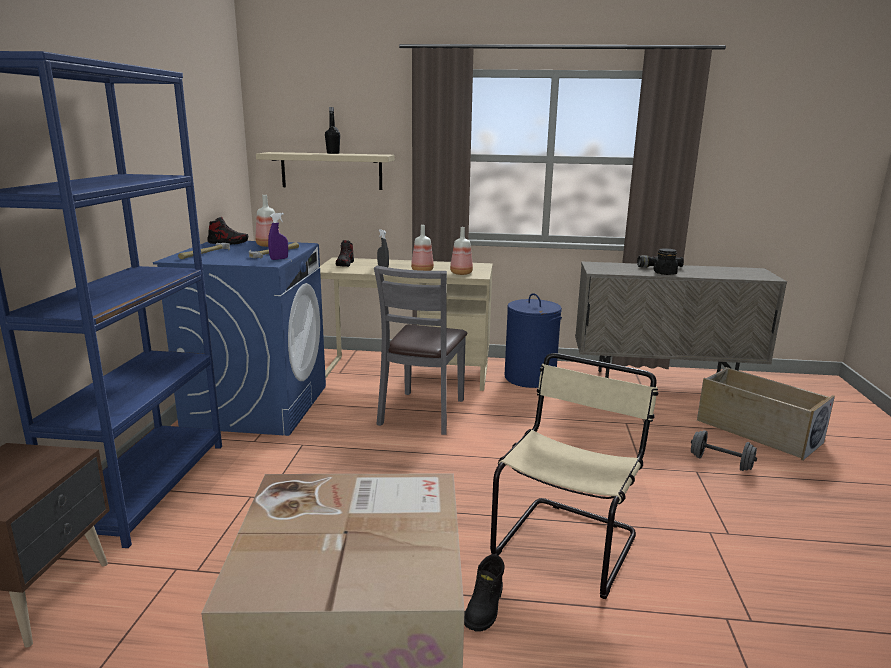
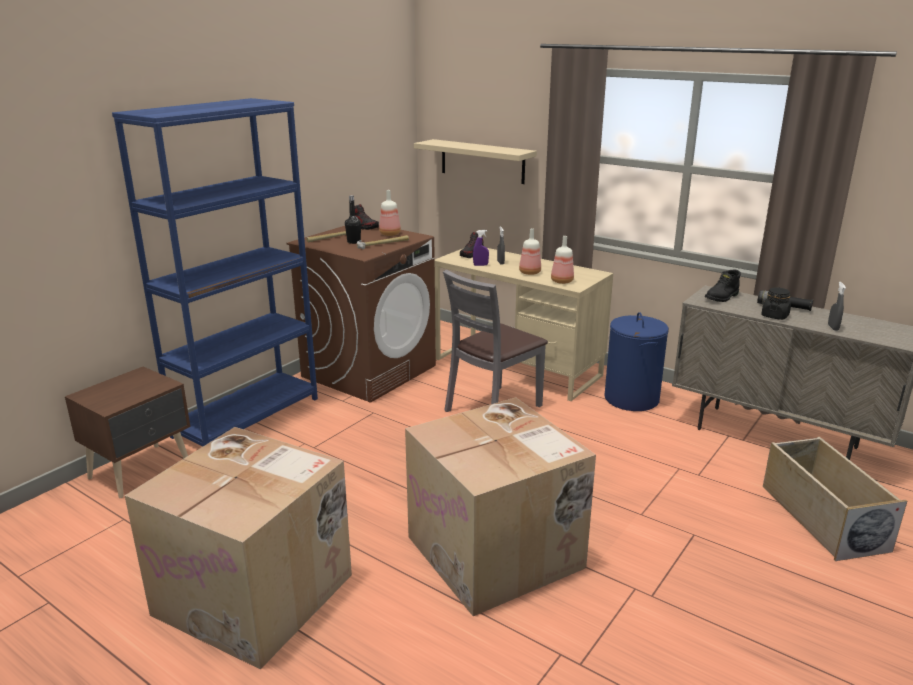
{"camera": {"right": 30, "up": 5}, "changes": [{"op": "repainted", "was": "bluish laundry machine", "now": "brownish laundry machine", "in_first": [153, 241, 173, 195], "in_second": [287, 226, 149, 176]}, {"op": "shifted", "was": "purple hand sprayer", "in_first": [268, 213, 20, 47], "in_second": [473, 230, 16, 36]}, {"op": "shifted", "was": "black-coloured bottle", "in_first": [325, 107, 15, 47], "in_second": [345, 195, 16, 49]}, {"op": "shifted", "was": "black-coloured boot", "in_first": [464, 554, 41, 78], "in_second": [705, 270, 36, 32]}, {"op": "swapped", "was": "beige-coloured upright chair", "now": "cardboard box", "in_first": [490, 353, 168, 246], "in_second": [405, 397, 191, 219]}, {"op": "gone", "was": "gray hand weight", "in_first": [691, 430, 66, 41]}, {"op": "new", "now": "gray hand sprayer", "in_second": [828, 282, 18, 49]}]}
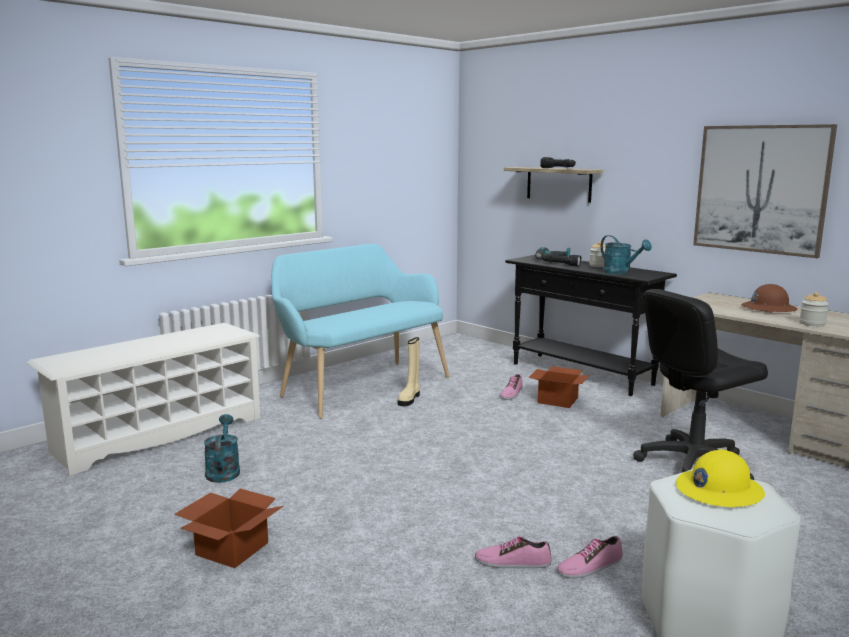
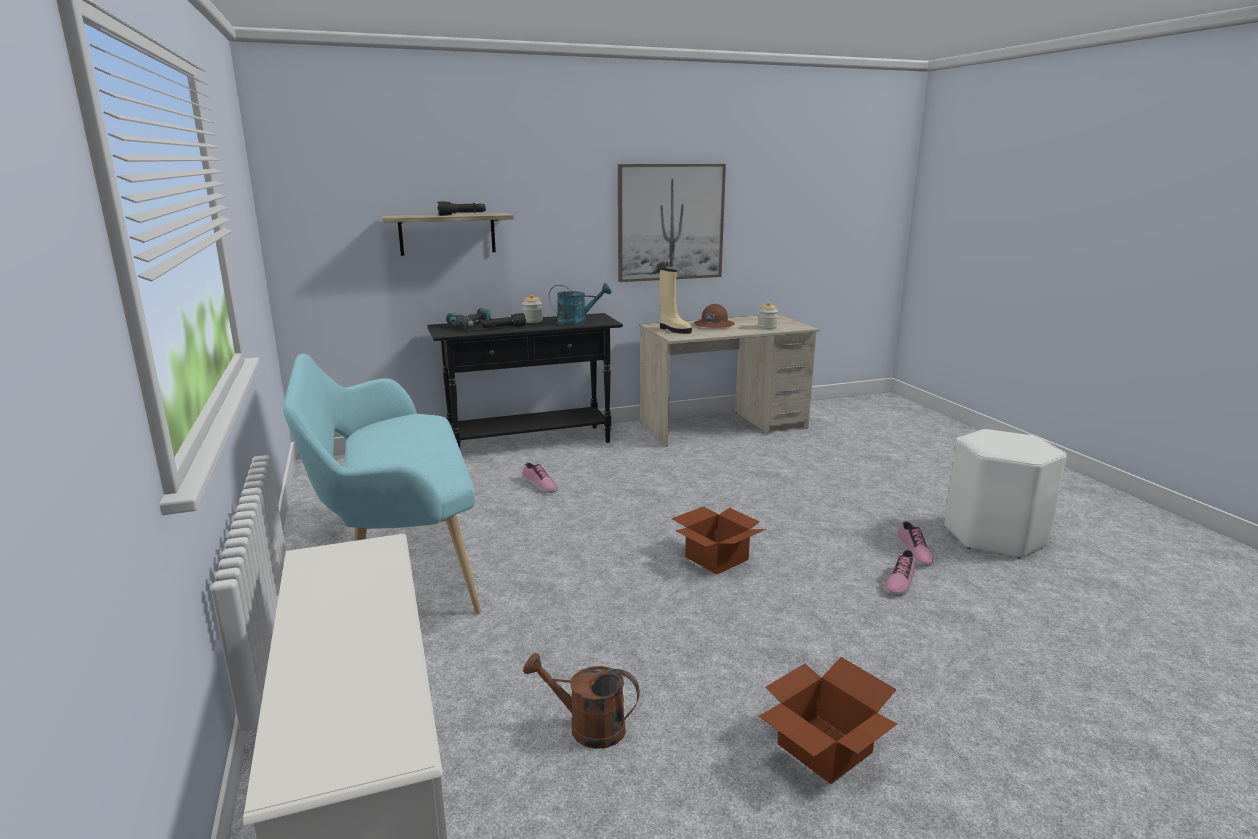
{"camera": {"right": -65, "up": 5}, "changes": [{"op": "repainted", "was": "turquoise-coloured sprinkling can", "now": "brownish sprinkling can", "in_first": [204, 414, 36, 69], "in_second": [523, 653, 117, 96]}, {"op": "shifted", "was": "beige-coloured boot", "in_first": [398, 337, 22, 69], "in_second": [659, 268, 33, 66]}, {"op": "shifted", "was": "cardboard box", "in_first": [528, 366, 61, 42], "in_second": [672, 506, 94, 68]}, {"op": "gone", "was": "black-coloured computer chair", "in_first": [633, 289, 135, 191]}, {"op": "gone", "was": "yellow-coloured hard hat", "in_first": [676, 450, 89, 57]}]}
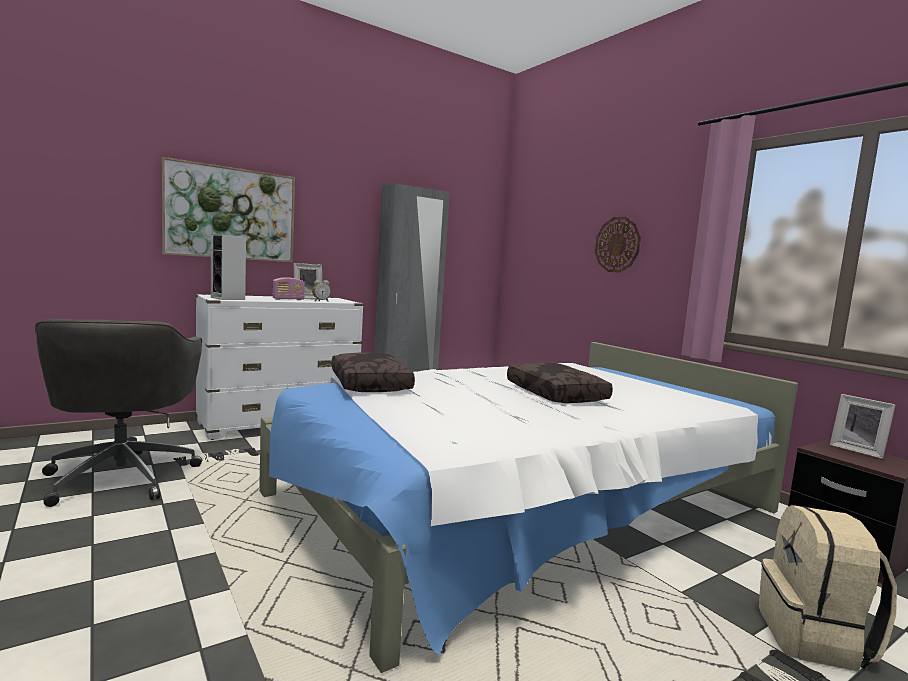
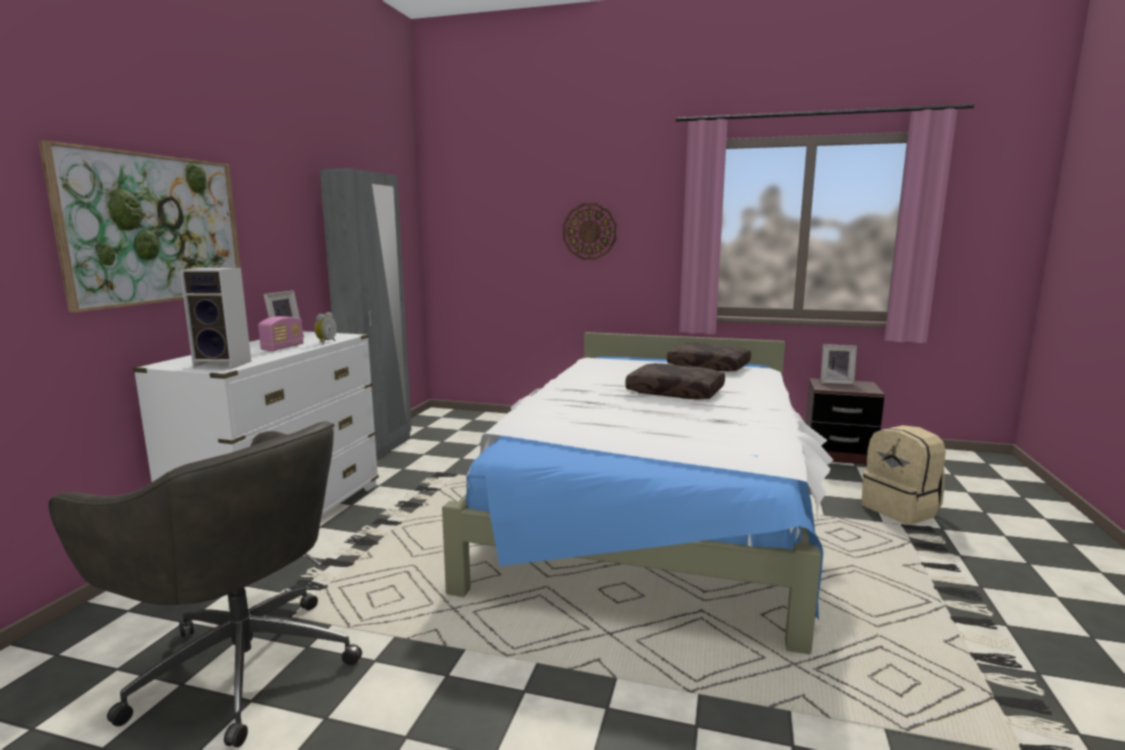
{"camera": {"right": -40, "up": 5}, "changes": [{"op": "shifted", "was": "brownish cushion", "in_first": [332, 353, 83, 39], "in_second": [667, 343, 84, 28]}]}
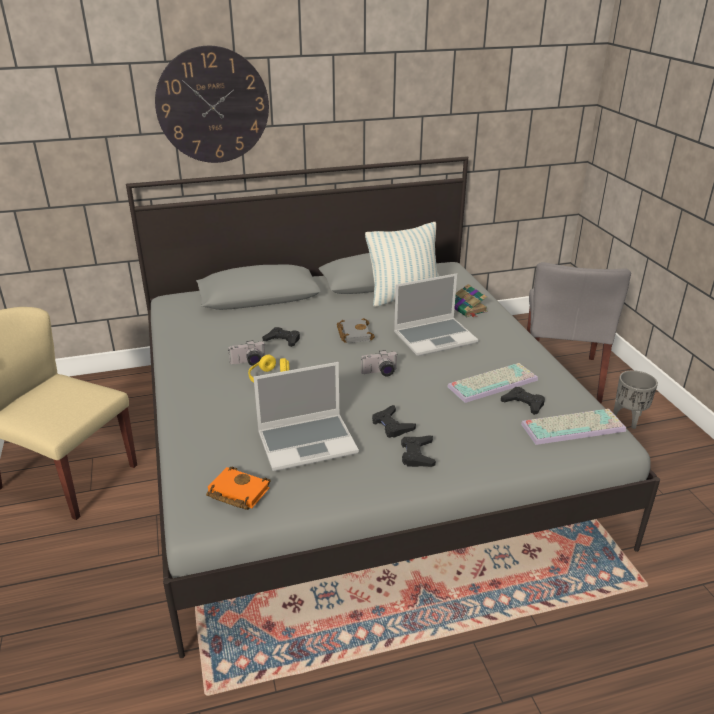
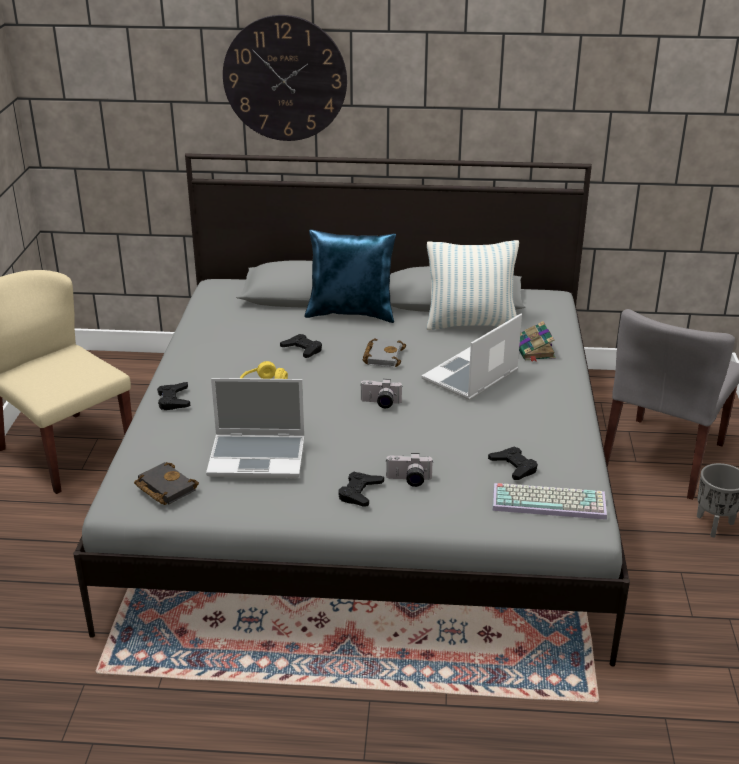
{"camera": {"right": 20, "up": 0}, "changes": [{"op": "repainted", "was": "orange-coloured book", "now": "black-coloured book", "in_first": [206, 467, 65, 43], "in_second": [134, 462, 65, 43]}, {"op": "shifted", "was": "still camera", "in_first": [228, 340, 37, 26], "in_second": [386, 453, 47, 34]}, {"op": "shifted", "was": "black-coloured game controller", "in_first": [372, 405, 44, 33], "in_second": [157, 382, 33, 28]}, {"op": "rotated", "was": "portable computer", "in_first": [394, 273, 84, 83], "in_second": [422, 314, 100, 86], "clockwise": 135}, {"op": "gone", "was": "keyboard", "in_first": [447, 363, 91, 40]}, {"op": "new", "now": "bluish cushion", "in_second": [305, 229, 91, 94]}]}
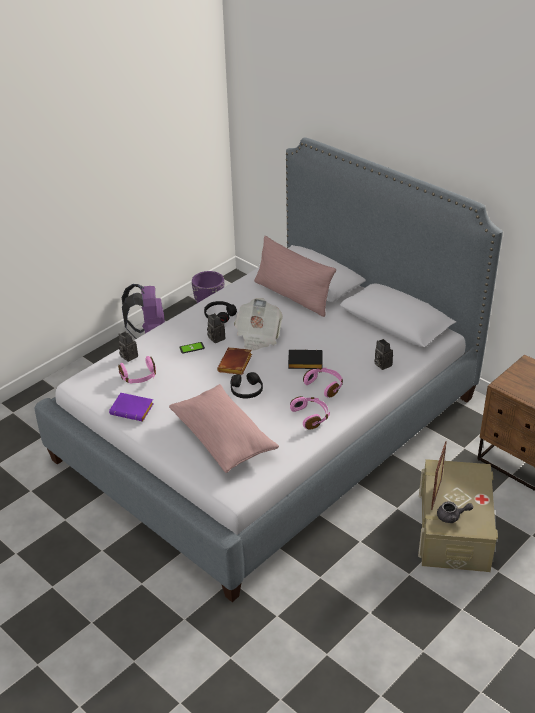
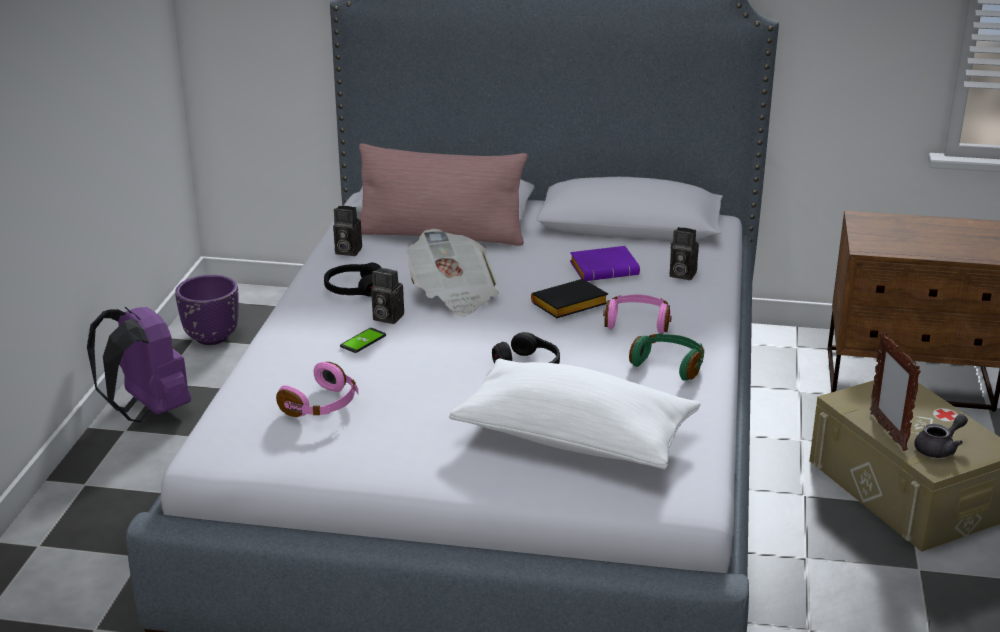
{"camera": {"right": -35, "up": -10}, "changes": [{"op": "shifted", "was": "purple book", "in_first": [109, 393, 45, 29], "in_second": [570, 246, 70, 35]}, {"op": "shifted", "was": "still camera", "in_first": [119, 331, 19, 31], "in_second": [333, 206, 29, 50]}, {"op": "repainted", "was": "pink cushion", "now": "whitish cushion", "in_first": [169, 384, 110, 89], "in_second": [449, 359, 251, 110]}, {"op": "gone", "was": "brownish book", "in_first": [217, 347, 35, 28]}, {"op": "repainted", "was": "pink headphones", "now": "green-coloured headphones", "in_first": [290, 396, 40, 34], "in_second": [629, 333, 75, 47]}]}
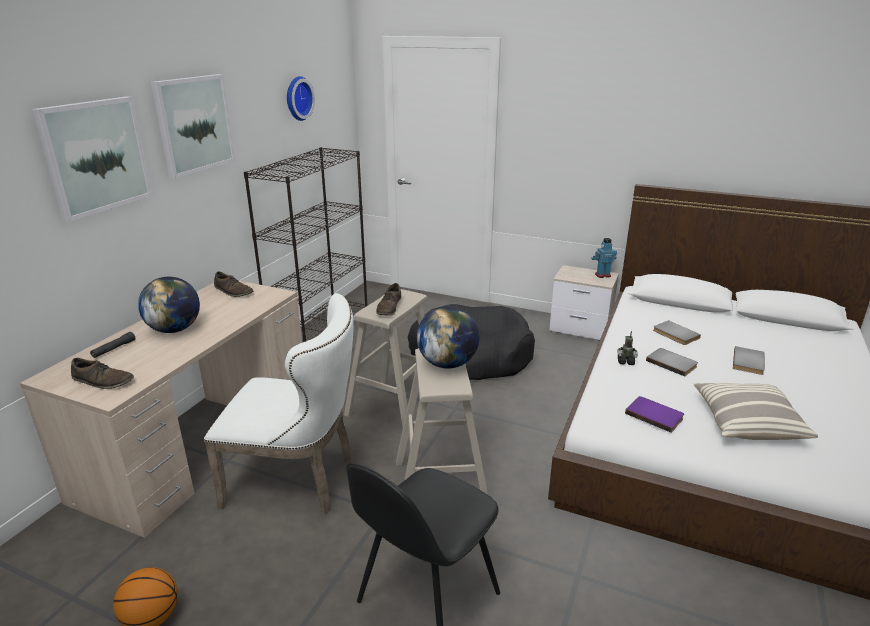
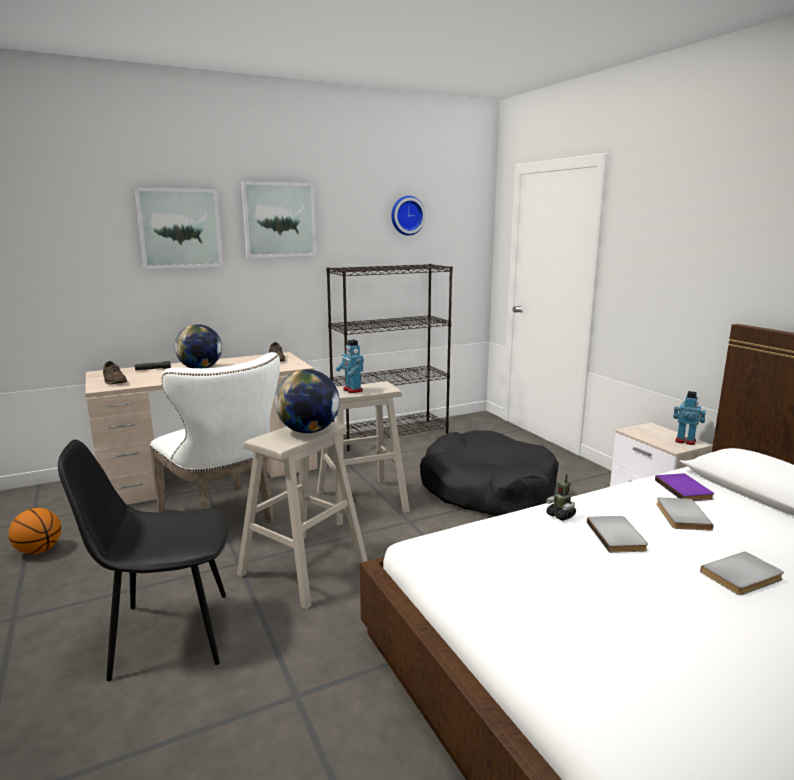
{"camera": {"right": 40, "up": -10}, "changes": [{"op": "swapped", "was": "brownish item of footwear", "now": "model robot", "in_first": [376, 283, 25, 33], "in_second": [336, 340, 28, 53]}, {"op": "shifted", "was": "purple book", "in_first": [625, 396, 59, 37], "in_second": [655, 473, 59, 28]}, {"op": "gone", "was": "cushion", "in_first": [694, 383, 124, 57]}]}
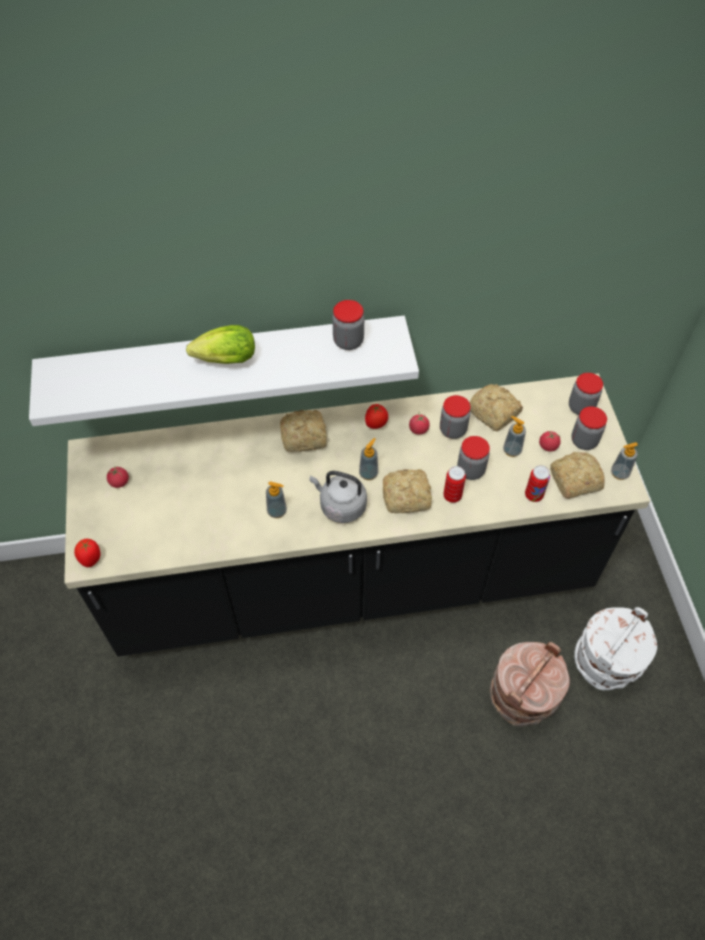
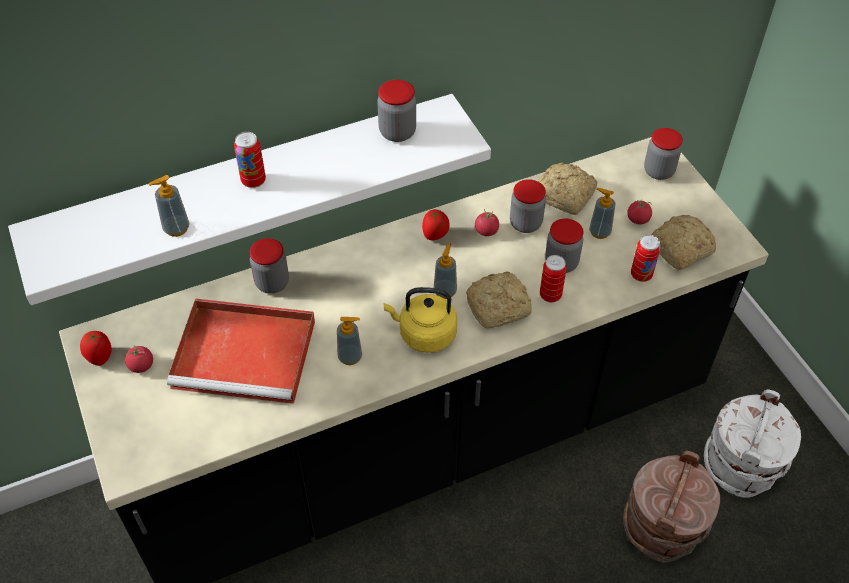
{"camera": {"right": -15, "up": -5}, "changes": [{"op": "shifted", "was": "fresh tomato", "in_first": [74, 539, 26, 28], "in_second": [80, 331, 32, 35]}, {"op": "swapped", "was": "lettuce", "now": "metal can", "in_first": [186, 325, 69, 39], "in_second": [234, 132, 32, 56]}, {"op": "gone", "was": "bread", "in_first": [280, 410, 47, 42]}, {"op": "repainted", "was": "gray tea kettle", "now": "yellow-coloured tea kettle", "in_first": [310, 471, 57, 52], "in_second": [384, 287, 73, 66]}, {"op": "shifted", "was": "jar", "in_first": [571, 406, 36, 44], "in_second": [249, 238, 40, 56]}, {"op": "shifted", "was": "liquid soap bottle", "in_first": [611, 442, 27, 38], "in_second": [149, 175, 41, 62]}, {"op": "new", "now": "red-coloured carrying tray", "in_second": [167, 298, 148, 106]}]}
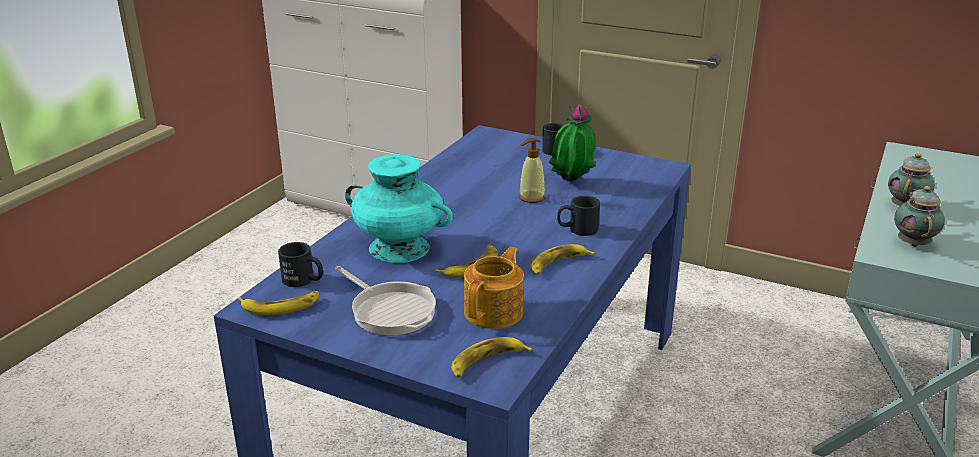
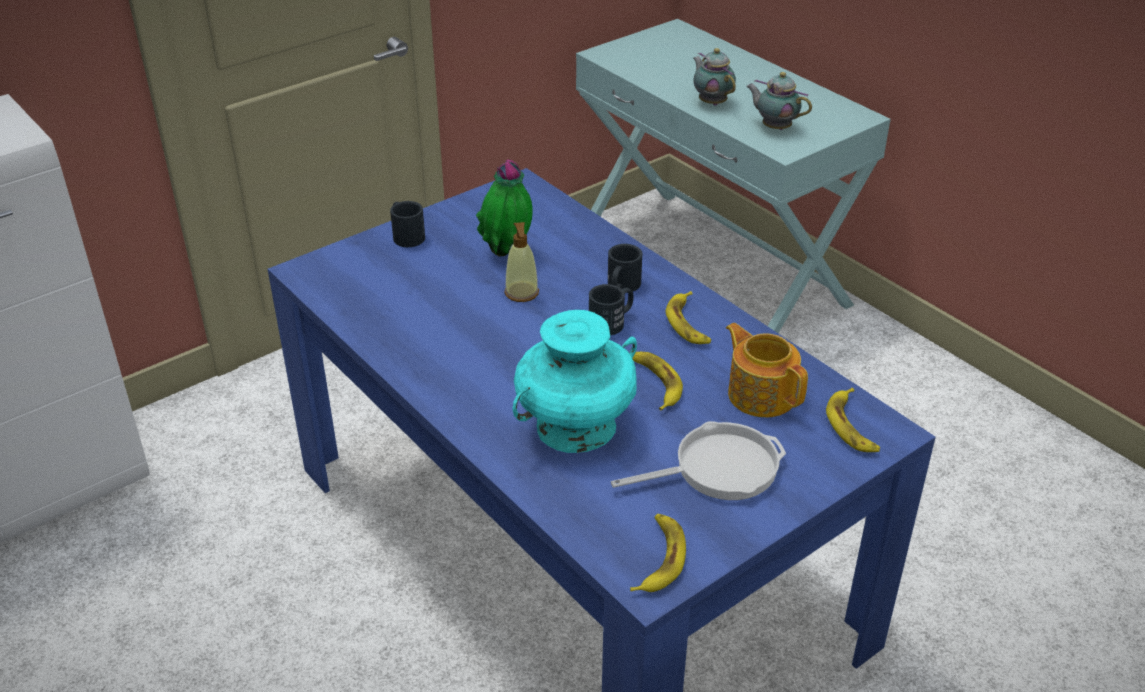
{"camera": {"right": -65, "up": 10}, "changes": [{"op": "shifted", "was": "black-coloured coffee mug", "in_first": [278, 242, 45, 45], "in_second": [589, 284, 44, 51]}]}
